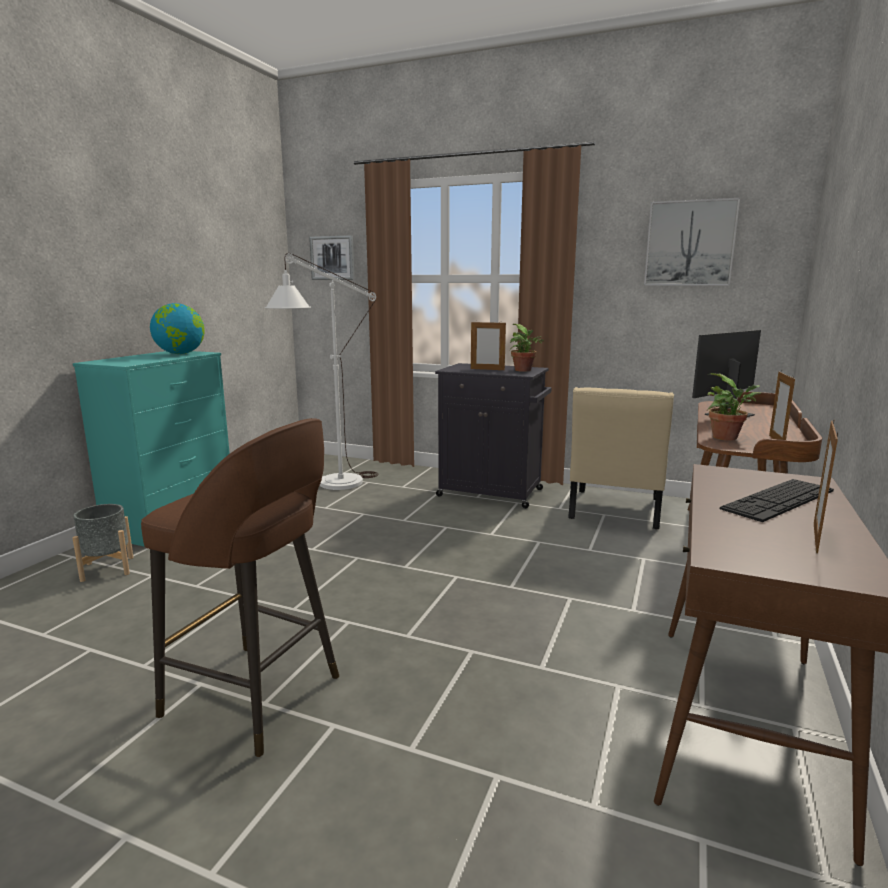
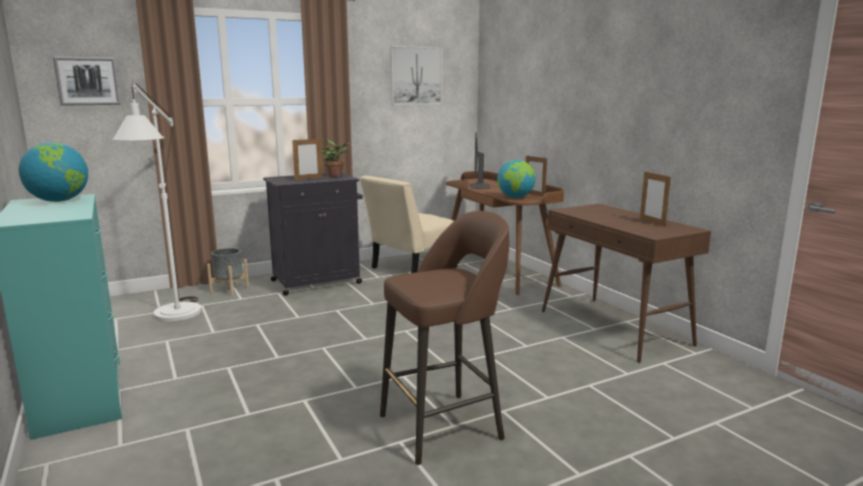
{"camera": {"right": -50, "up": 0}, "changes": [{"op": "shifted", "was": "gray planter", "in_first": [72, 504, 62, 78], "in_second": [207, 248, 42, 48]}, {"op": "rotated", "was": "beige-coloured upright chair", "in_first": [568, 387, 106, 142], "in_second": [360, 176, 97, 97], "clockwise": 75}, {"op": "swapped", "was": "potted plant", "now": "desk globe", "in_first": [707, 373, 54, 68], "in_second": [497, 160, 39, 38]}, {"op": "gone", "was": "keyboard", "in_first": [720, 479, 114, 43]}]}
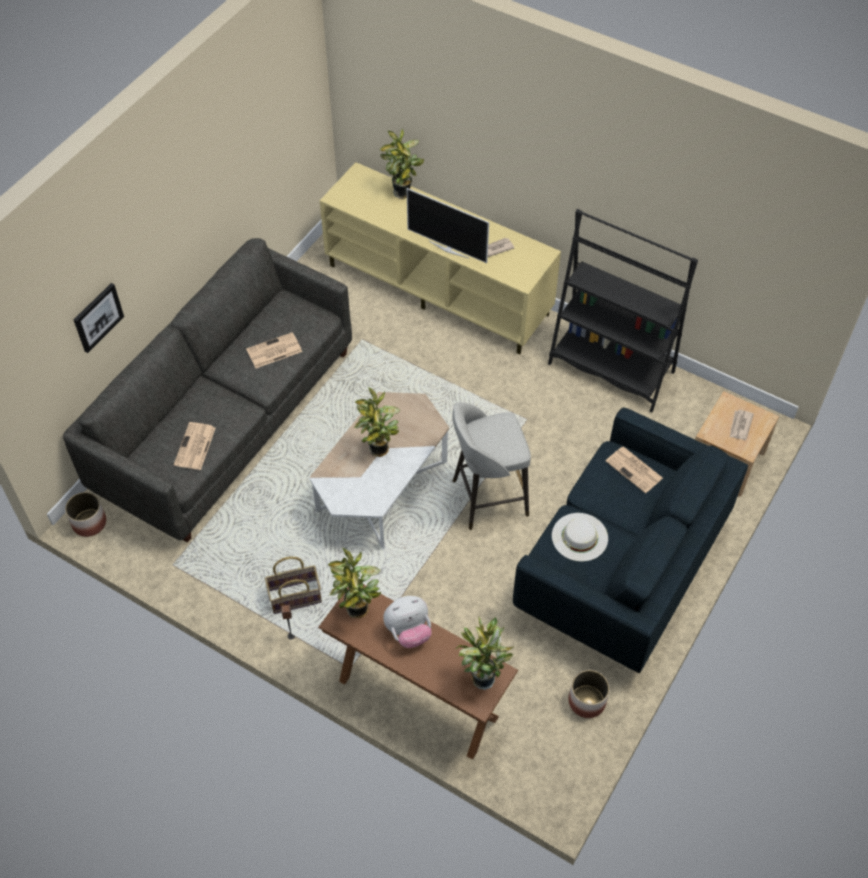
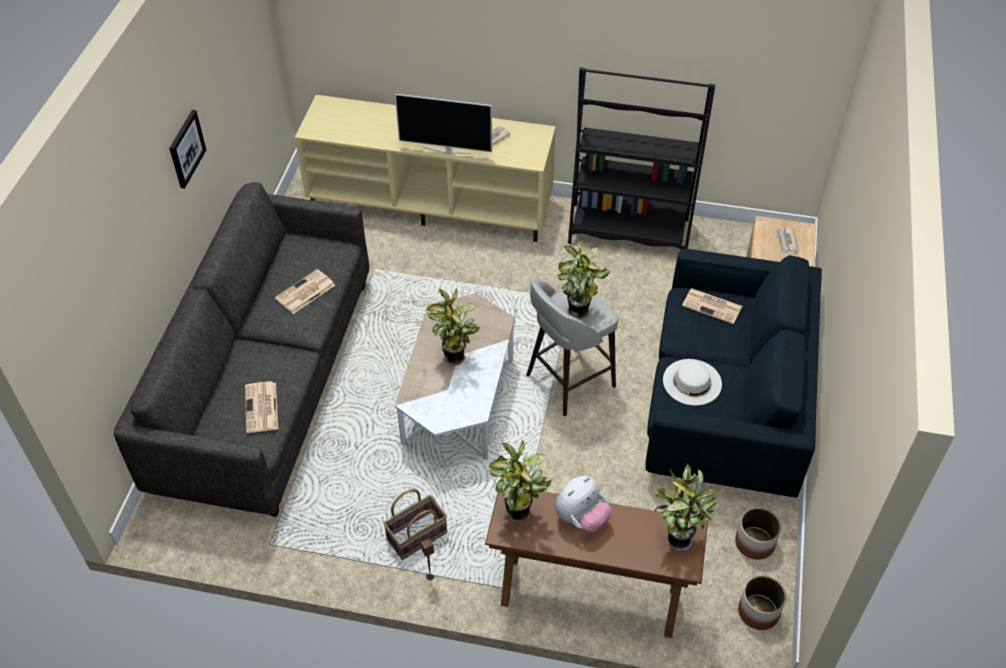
{"camera": {"right": -20, "up": -5}, "changes": [{"op": "shifted", "was": "planter", "in_first": [65, 492, 41, 45], "in_second": [738, 576, 48, 54]}, {"op": "shifted", "was": "wall picture", "in_first": [74, 283, 50, 70], "in_second": [169, 110, 37, 79]}, {"op": "shifted", "was": "potted plant", "in_first": [380, 129, 44, 70], "in_second": [558, 239, 53, 81]}]}
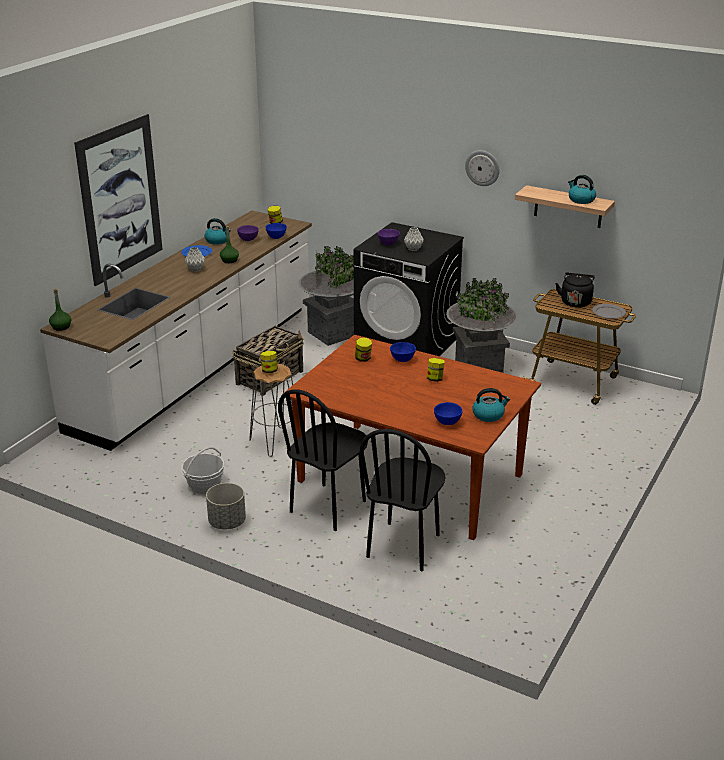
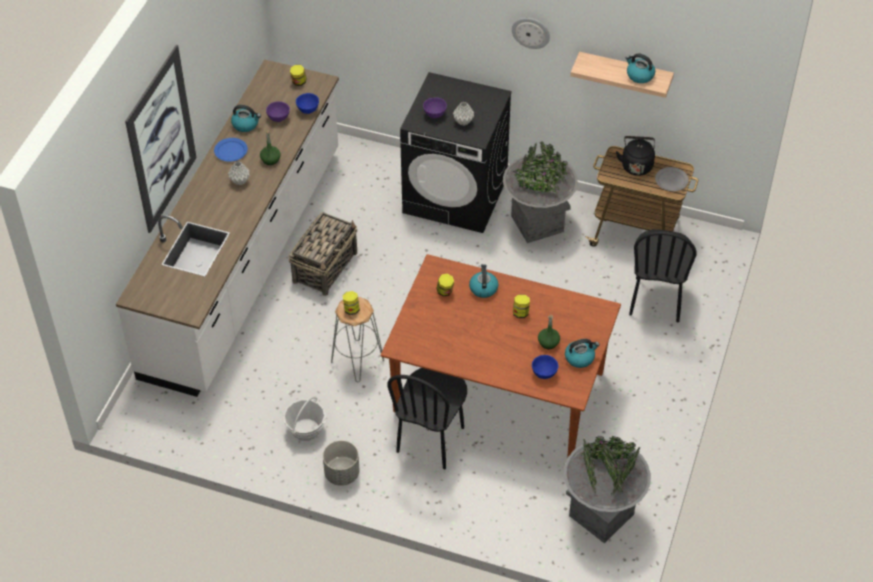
{"camera": {"right": -10, "up": 20}, "changes": [{"op": "shifted", "was": "green-coloured bottle", "in_first": [49, 289, 22, 42], "in_second": [538, 315, 22, 34]}, {"op": "shifted", "was": "gray planter", "in_first": [298, 246, 56, 100], "in_second": [564, 436, 87, 107]}, {"op": "shifted", "was": "black-coloured upright chair", "in_first": [359, 429, 87, 142], "in_second": [629, 229, 67, 94]}, {"op": "swapped", "was": "bluish deep dish", "now": "tea kettle", "in_first": [390, 342, 26, 20], "in_second": [469, 264, 30, 34]}]}
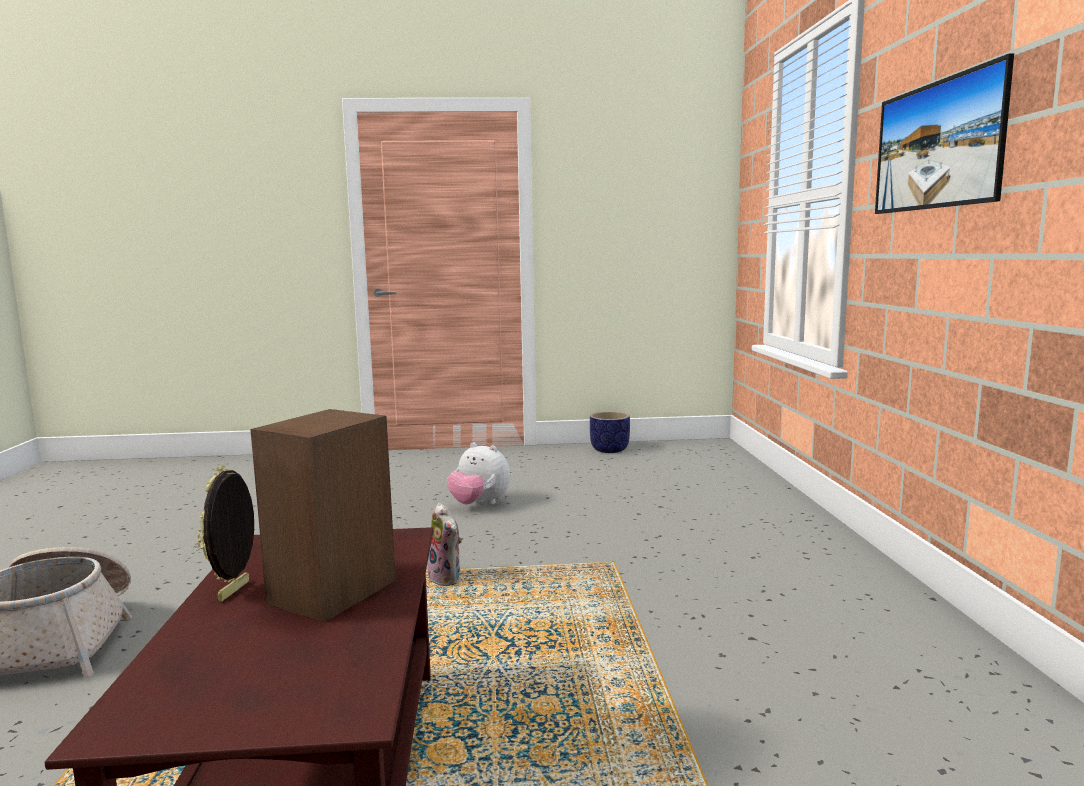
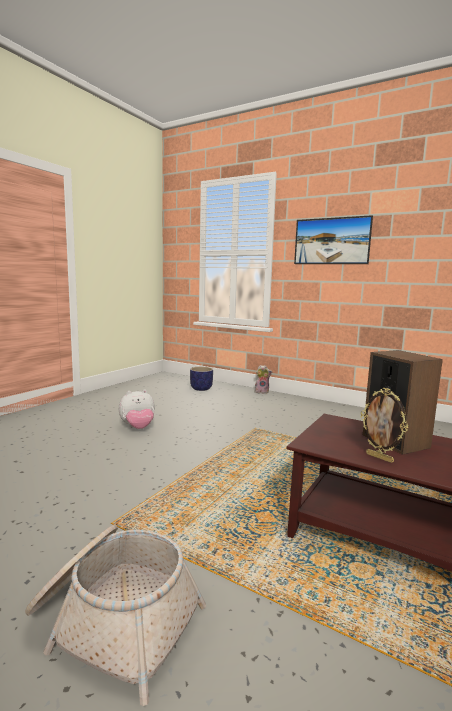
{"camera": {"right": -55, "up": 0}, "changes": [{"op": "shifted", "was": "soft toy", "in_first": [428, 503, 34, 83], "in_second": [255, 365, 17, 29]}, {"op": "shifted", "was": "planter", "in_first": [590, 411, 40, 42], "in_second": [190, 367, 23, 24]}]}
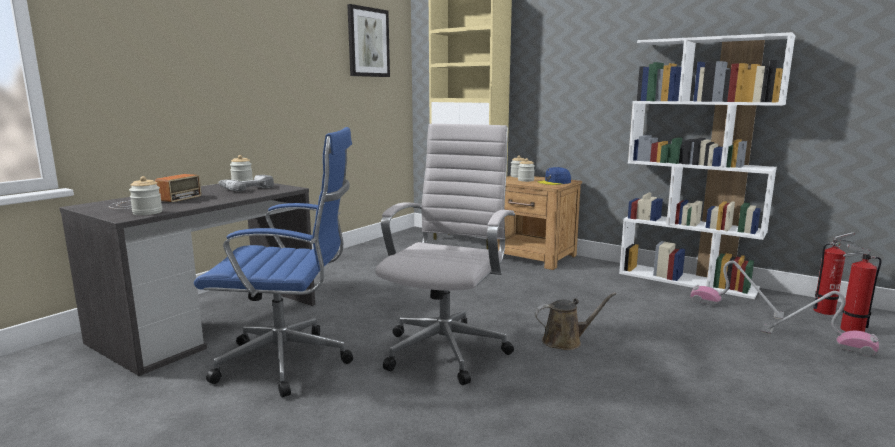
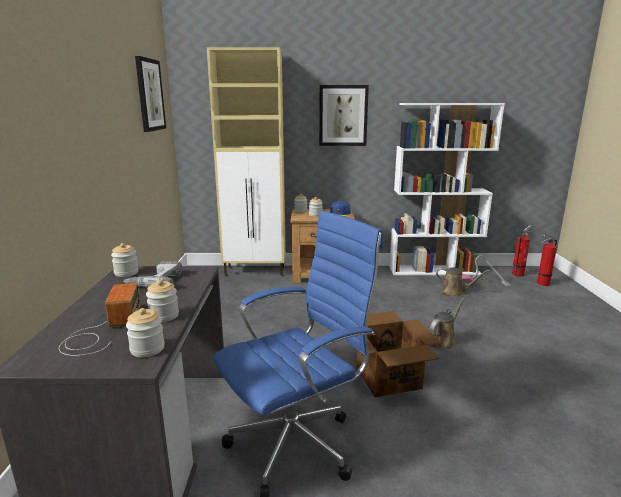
{"camera": {"right": -35, "up": 5}, "changes": [{"op": "swapped", "was": "whitish computer chair", "now": "cardboard box", "in_first": [375, 124, 140, 261], "in_second": [356, 311, 85, 86]}, {"op": "gone", "was": "vacuum cleaner", "in_first": [761, 291, 118, 66]}, {"op": "new", "now": "jar", "in_second": [146, 280, 33, 42]}, {"op": "new", "now": "wall picture", "in_second": [319, 85, 50, 61]}, {"op": "new", "now": "brownish sprinkling can", "in_second": [436, 267, 54, 30]}]}
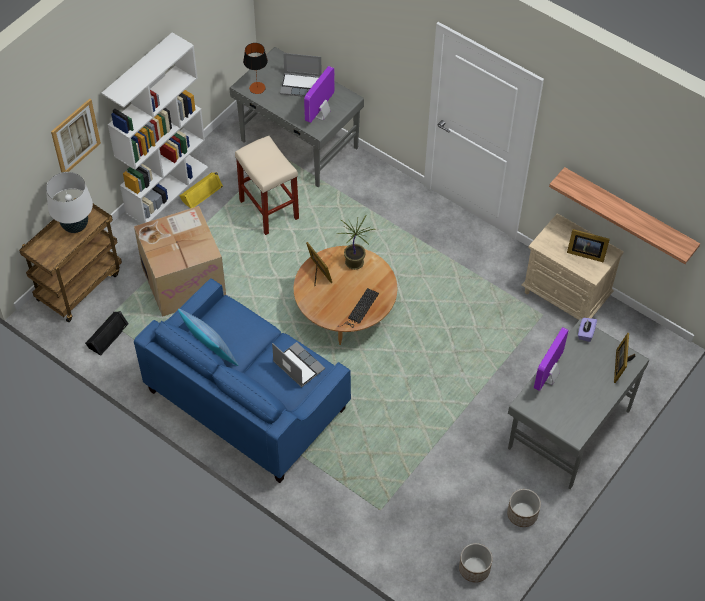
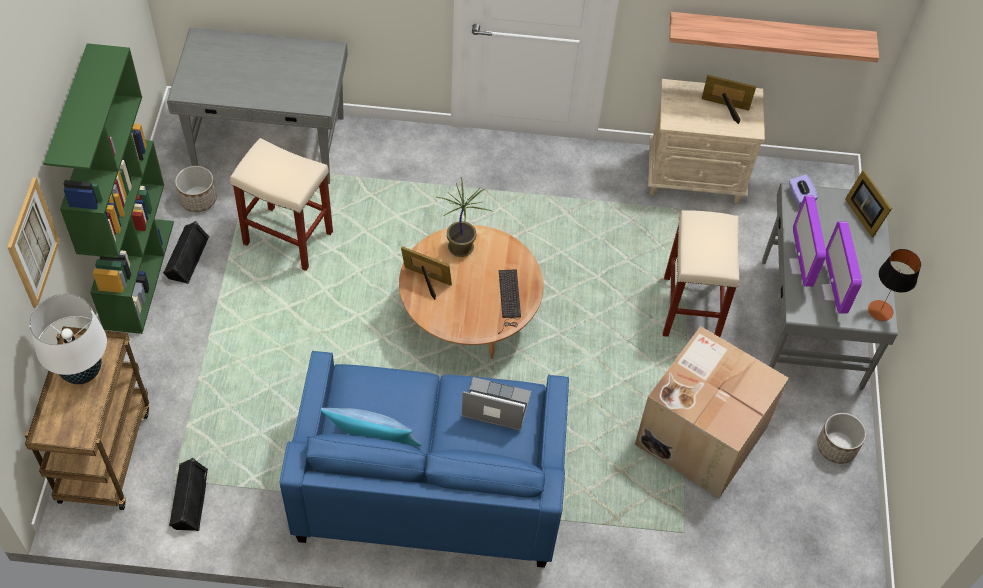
{"camera": {"right": -35, "up": 0}, "changes": [{"op": "repainted", "was": "whitish shelving unit", "now": "green-coloured shelving unit", "in_first": [102, 32, 106, 192], "in_second": [43, 43, 131, 291]}, {"op": "shifted", "was": "cardboard box", "in_first": [134, 206, 92, 111], "in_second": [635, 326, 154, 172]}, {"op": "repainted", "was": "yellow-coloured loudspeaker", "now": "black-coloured loudspeaker", "in_first": [179, 172, 44, 37], "in_second": [163, 221, 46, 63]}, {"op": "shifted", "was": "table lamp", "in_first": [243, 43, 25, 51], "in_second": [868, 249, 53, 72]}, {"op": "gone", "was": "portable computer", "in_first": [280, 53, 42, 44]}, {"op": "shifted", "was": "computer screen", "in_first": [304, 66, 31, 57], "in_second": [821, 221, 41, 93]}, {"op": "shifted", "was": "planter", "in_first": [459, 543, 34, 40], "in_second": [175, 166, 42, 46]}, {"op": "rotated", "was": "photo frame", "in_first": [567, 229, 43, 33], "in_second": [702, 75, 54, 49], "clockwise": -150}, {"op": "new", "now": "beige-coloured stool", "in_second": [663, 210, 76, 127]}]}
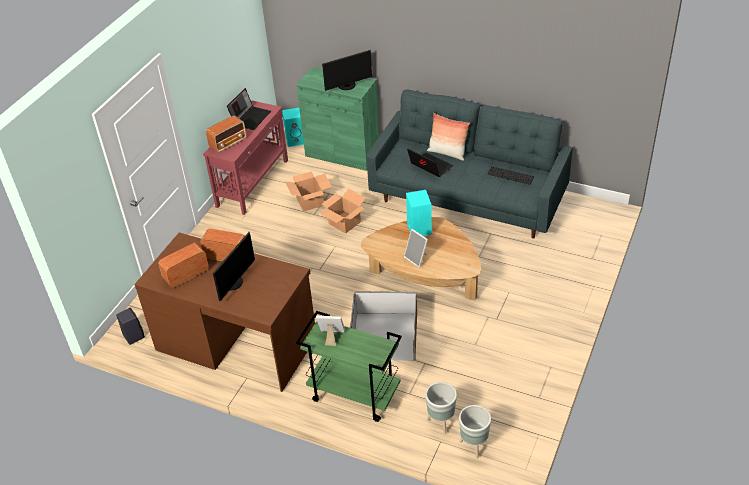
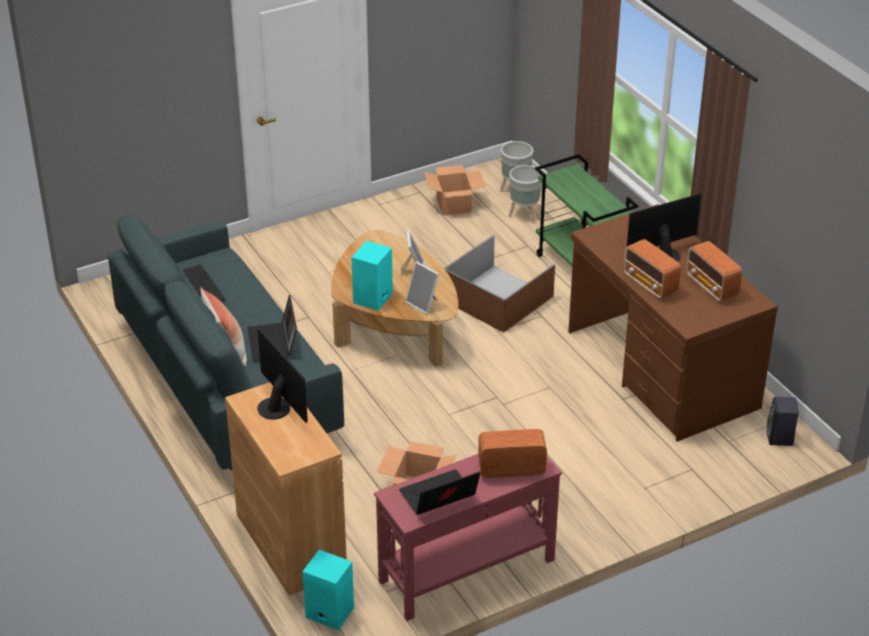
{"camera": {"right": -145, "up": -5}, "changes": [{"op": "rotated", "was": "radio receiver", "in_first": [159, 243, 50, 45], "in_second": [686, 241, 56, 61], "clockwise": 60}, {"op": "repainted", "was": "green-coloured cabinet", "now": "brownish cabinet", "in_first": [296, 66, 84, 105], "in_second": [225, 382, 122, 214]}, {"op": "shifted", "was": "photo frame", "in_first": [316, 316, 29, 30], "in_second": [405, 262, 34, 52]}, {"op": "shifted", "was": "cardboard box", "in_first": [319, 188, 47, 46], "in_second": [424, 165, 62, 50]}, {"op": "rotated", "was": "computer screen", "in_first": [322, 50, 50, 41], "in_second": [257, 329, 51, 94], "clockwise": 45}]}
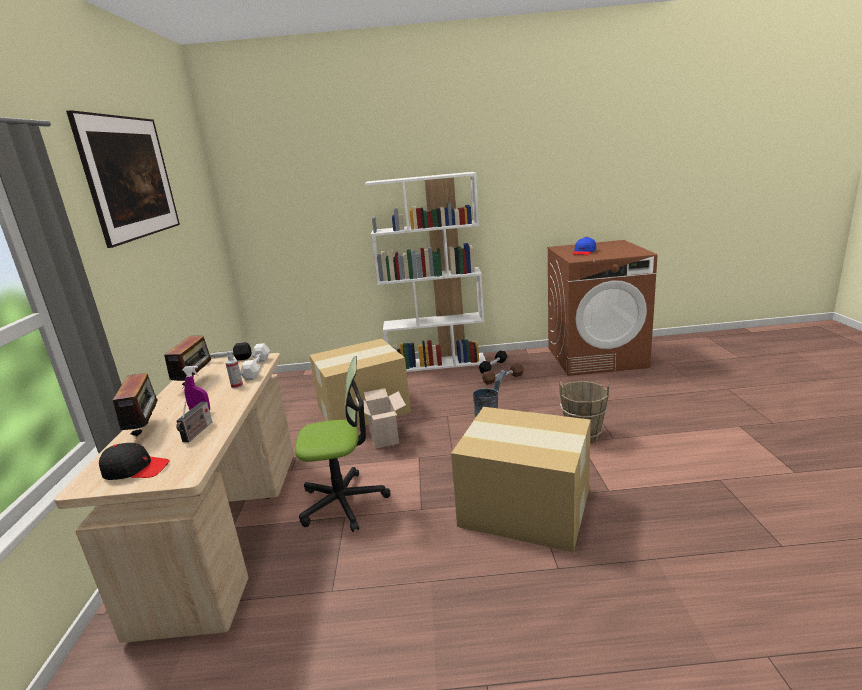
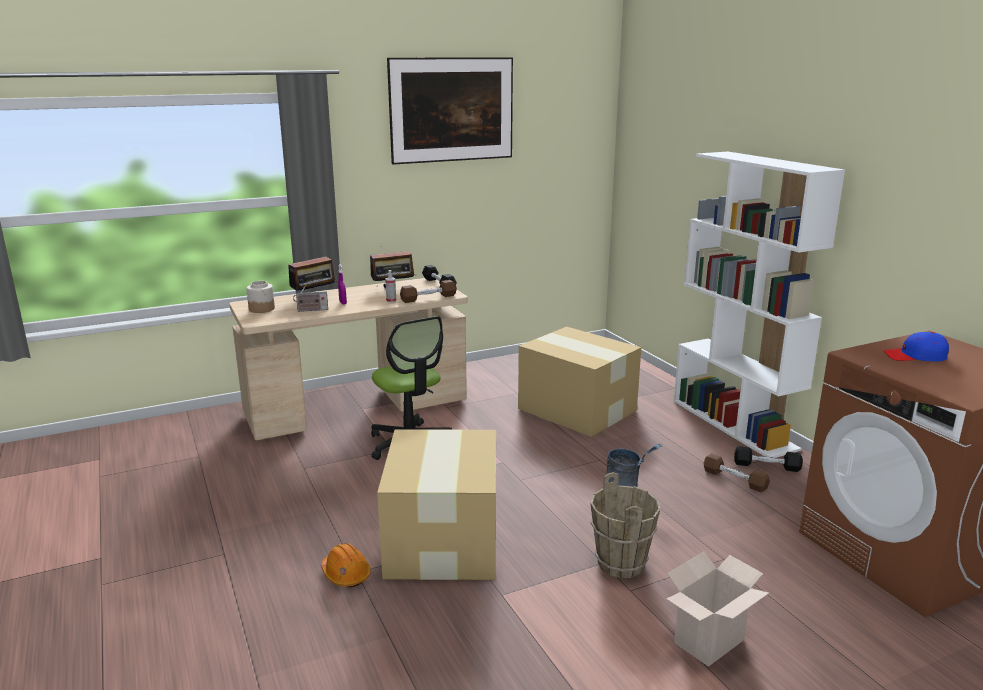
{"camera": {"right": 65, "up": 0}, "changes": [{"op": "swapped", "was": "black-coloured cap", "now": "jar", "in_first": [99, 443, 71, 37], "in_second": [246, 281, 29, 32]}, {"op": "repainted", "was": "whitish hand weight", "now": "brownish hand weight", "in_first": [240, 343, 30, 37], "in_second": [400, 280, 57, 23]}, {"op": "shifted", "was": "cardboard box", "in_first": [355, 388, 51, 61], "in_second": [666, 551, 103, 116]}, {"op": "new", "now": "orange-coloured hard hat", "in_second": [321, 543, 50, 44]}]}
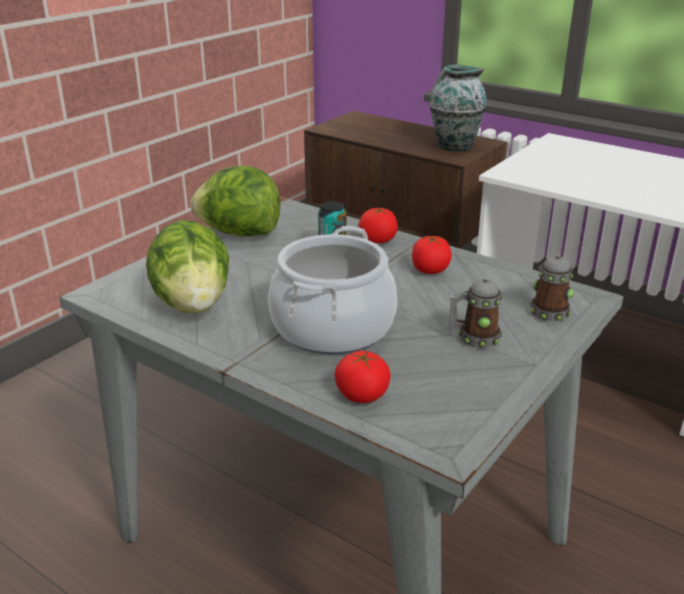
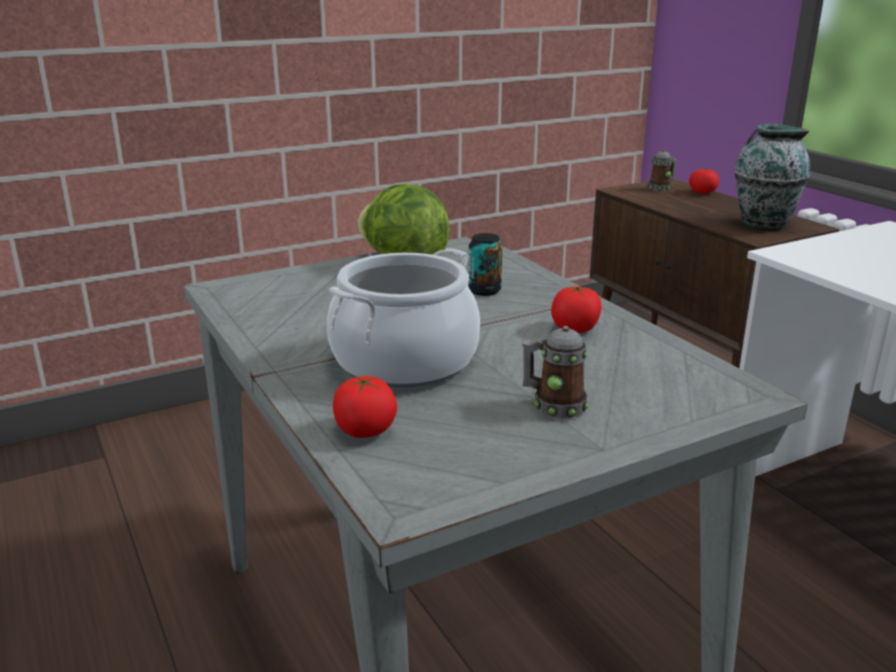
{"camera": {"right": 25, "up": -5}, "changes": [{"op": "gone", "was": "lettuce", "in_first": [146, 220, 83, 93]}, {"op": "shifted", "was": "fresh tomato", "in_first": [359, 208, 39, 35], "in_second": [689, 168, 30, 26]}, {"op": "shifted", "was": "coffee mug", "in_first": [530, 255, 44, 67], "in_second": [647, 150, 30, 42]}]}
